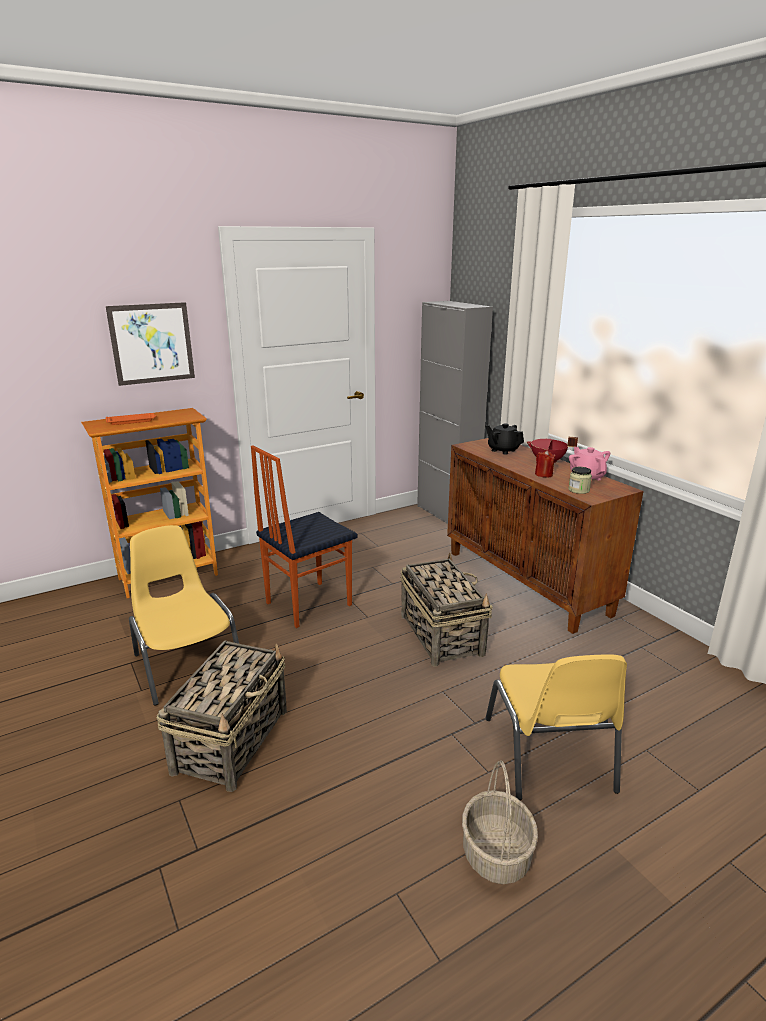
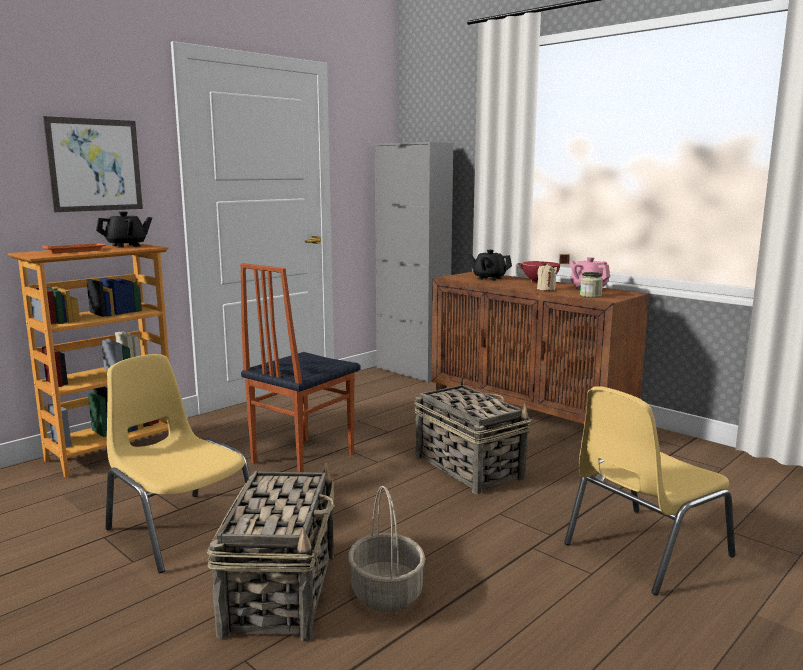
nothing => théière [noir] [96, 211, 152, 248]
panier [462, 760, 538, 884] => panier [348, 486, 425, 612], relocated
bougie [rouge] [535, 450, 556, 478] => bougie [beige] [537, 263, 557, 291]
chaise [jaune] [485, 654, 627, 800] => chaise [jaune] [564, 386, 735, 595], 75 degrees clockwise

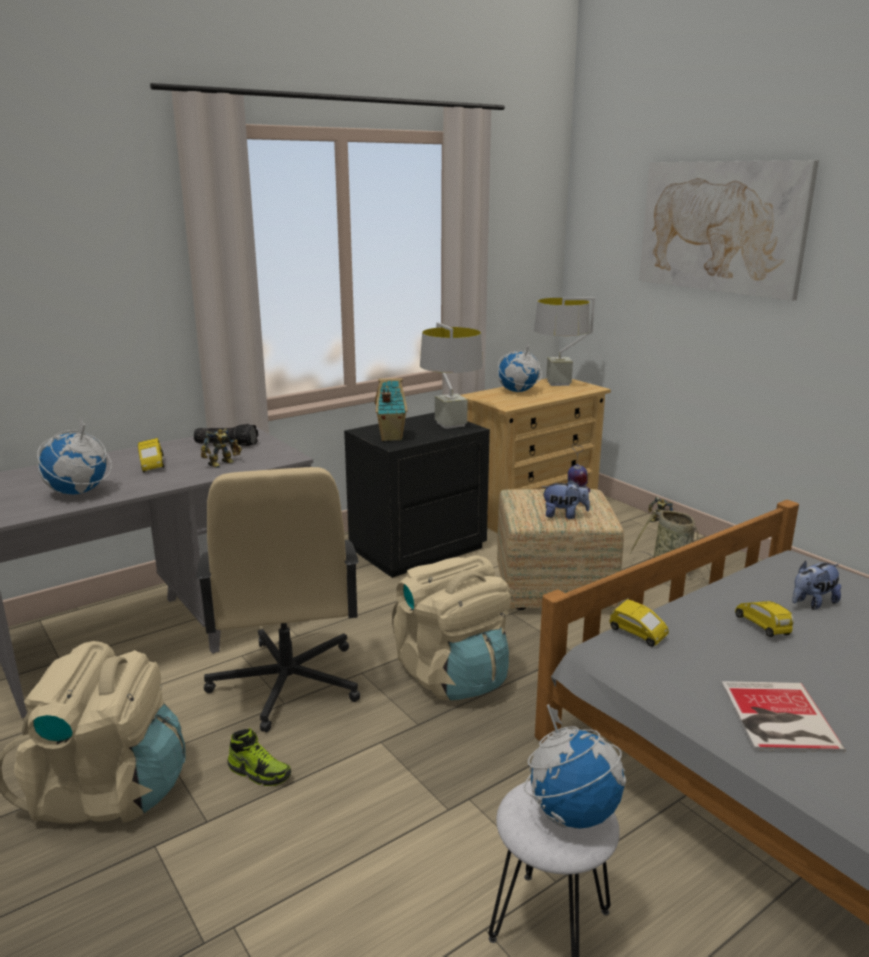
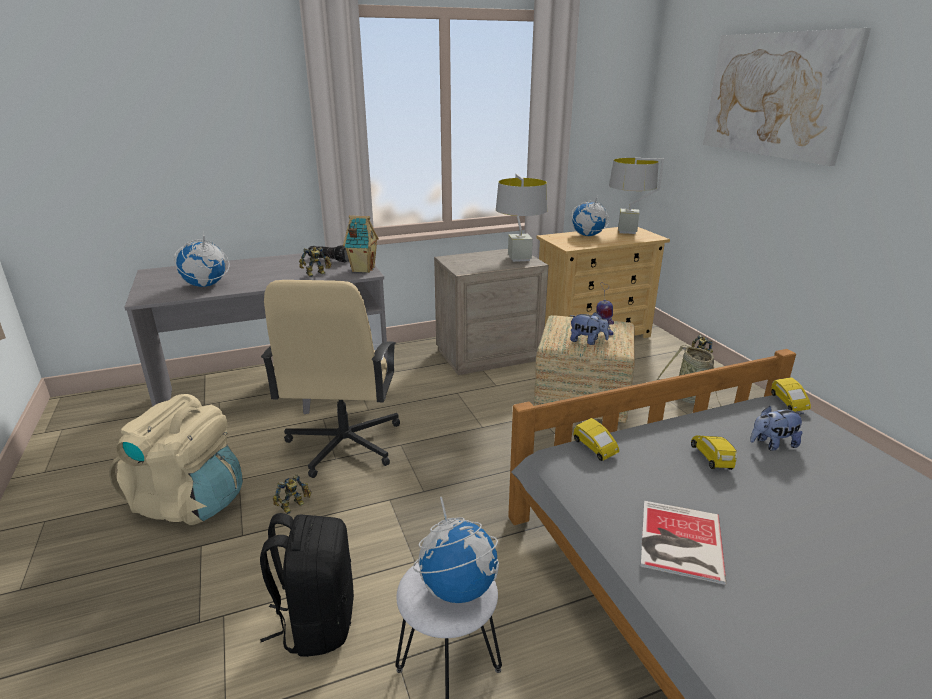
nothing => sac à dos [noir] [260, 513, 354, 657]
chaussure [228, 728, 291, 786] => robot jouet [273, 474, 312, 514]
maison miniature [375, 378, 407, 441] => maison miniature [343, 215, 379, 273], relocated
table de chevet [noir] [344, 412, 490, 578] => table de chevet [beige] [434, 249, 549, 375]
petite voiture [jaune] [138, 438, 164, 472] => petite voiture [jaune] [771, 377, 811, 412], relocated
sac à dos [beige] [392, 555, 511, 700] => nothing

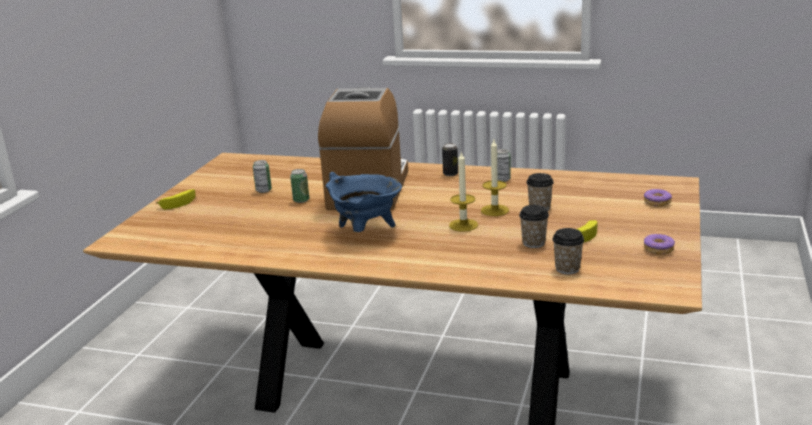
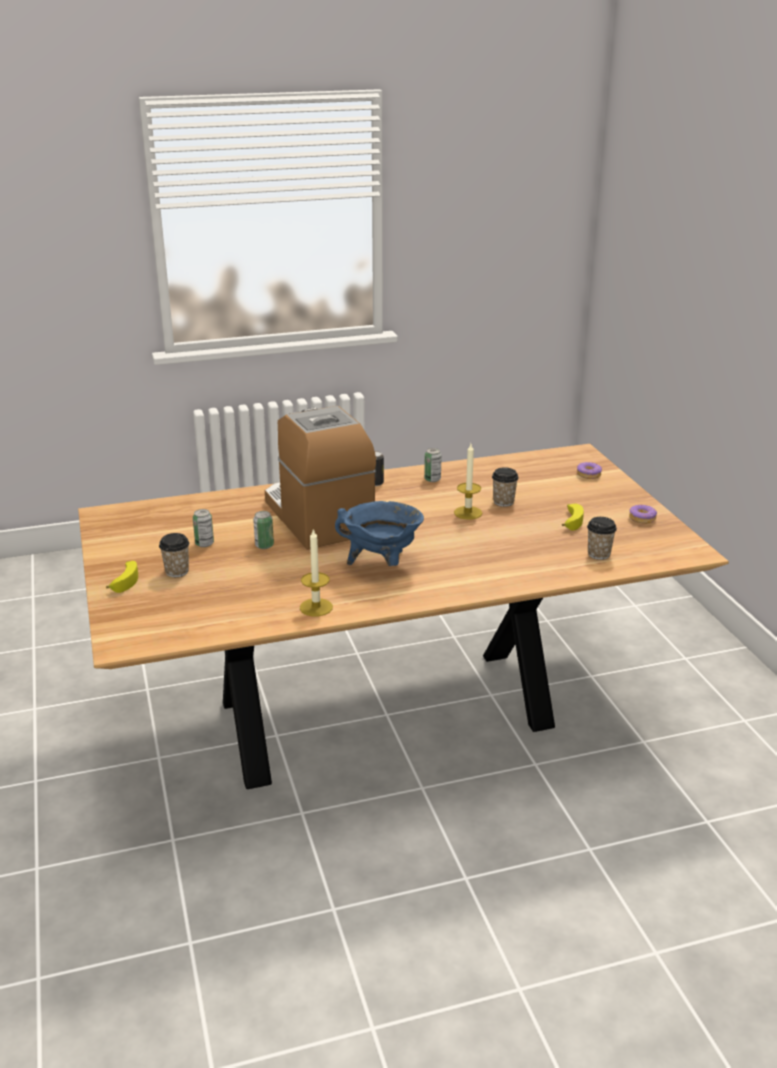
tasse [519, 205, 549, 248] => tasse [159, 533, 189, 577], relocated
bougie [449, 151, 478, 232] => bougie [300, 528, 333, 617], relocated

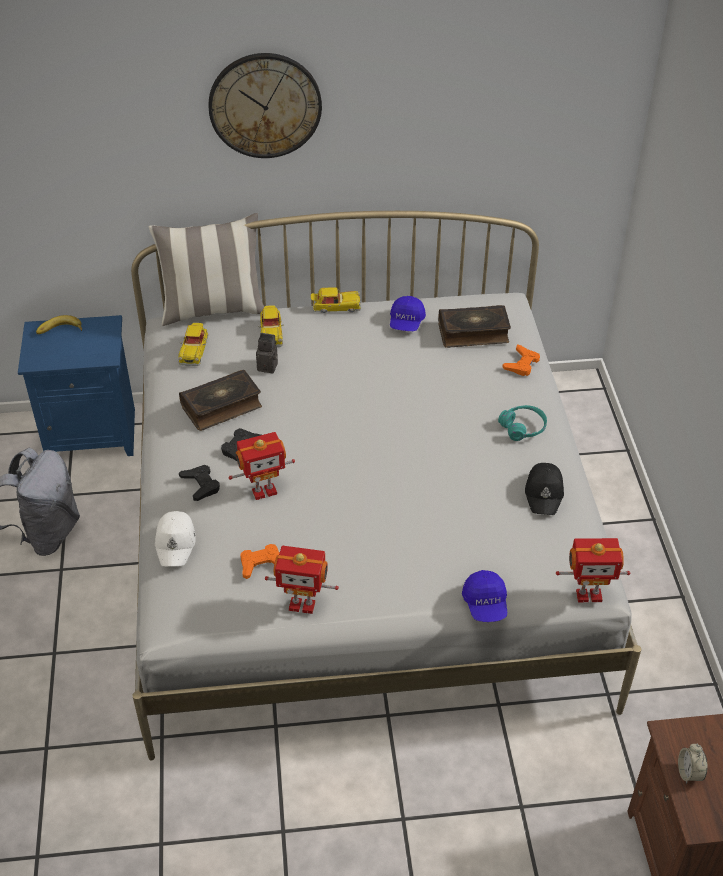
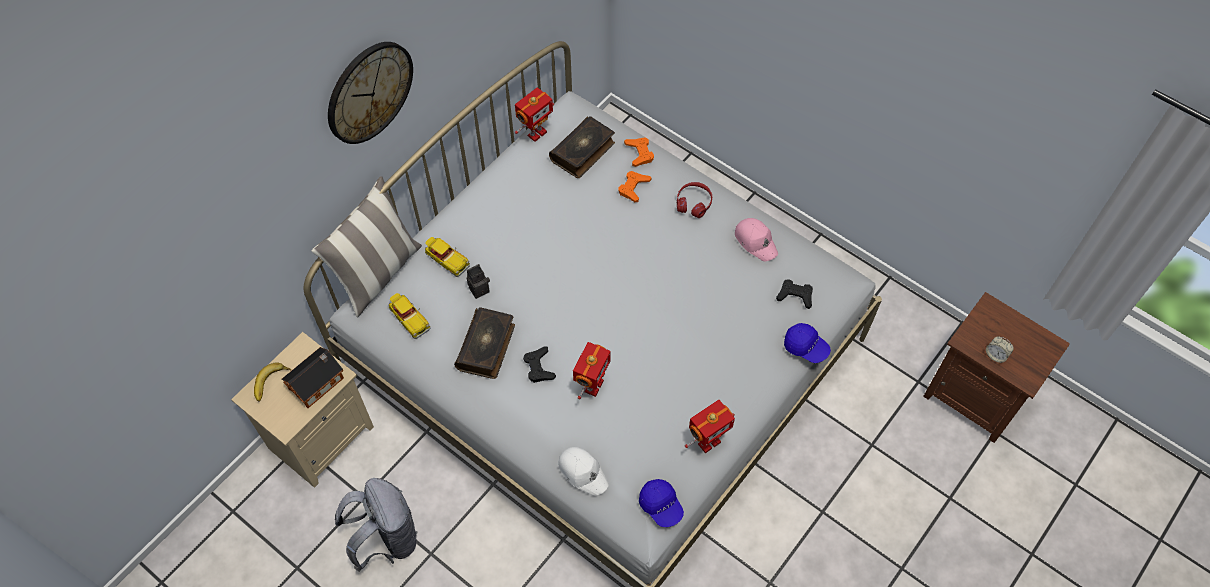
table de chevet [bleu] [18, 315, 135, 456] => table de chevet [beige] [231, 332, 374, 488]
nothing => maison miniature [281, 347, 344, 408]
robot jouet [556, 538, 631, 602] => robot jouet [515, 87, 554, 142], relocated
manette [orange] [240, 544, 279, 579] => manette [orange] [618, 171, 651, 202], relocated
casquette [bleu] [390, 296, 426, 331] => casquette [bleu] [639, 479, 684, 527], relocated
casque audio [turquoise] [498, 405, 547, 441] => casque audio [rouge] [677, 182, 712, 218]
casquette [noir] [525, 463, 564, 515] => casquette [rose] [735, 218, 778, 261]
manette [noir] [179, 465, 220, 501] => manette [noir] [776, 279, 813, 309], relocated
petite voiture [311, 287, 361, 313] => nothing

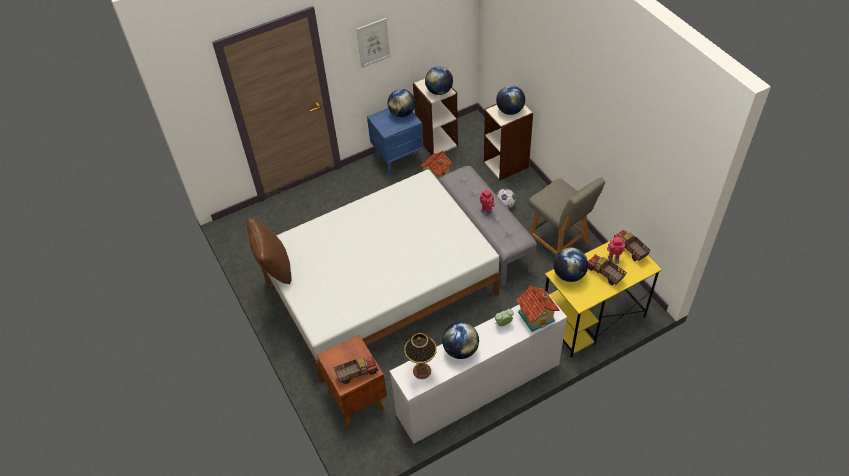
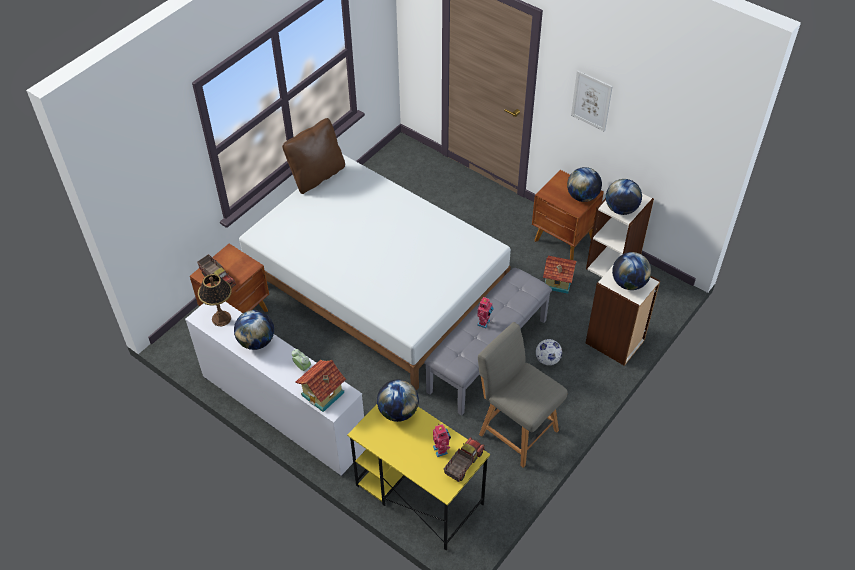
chaise [gris] [528, 178, 605, 255] => chaise [gris] [478, 322, 568, 468], 105 degrees clockwise
table de chevet [bleu] [367, 108, 424, 176] => table de chevet [marron] [532, 170, 604, 260]
camion jouet [588, 254, 627, 285] => nothing

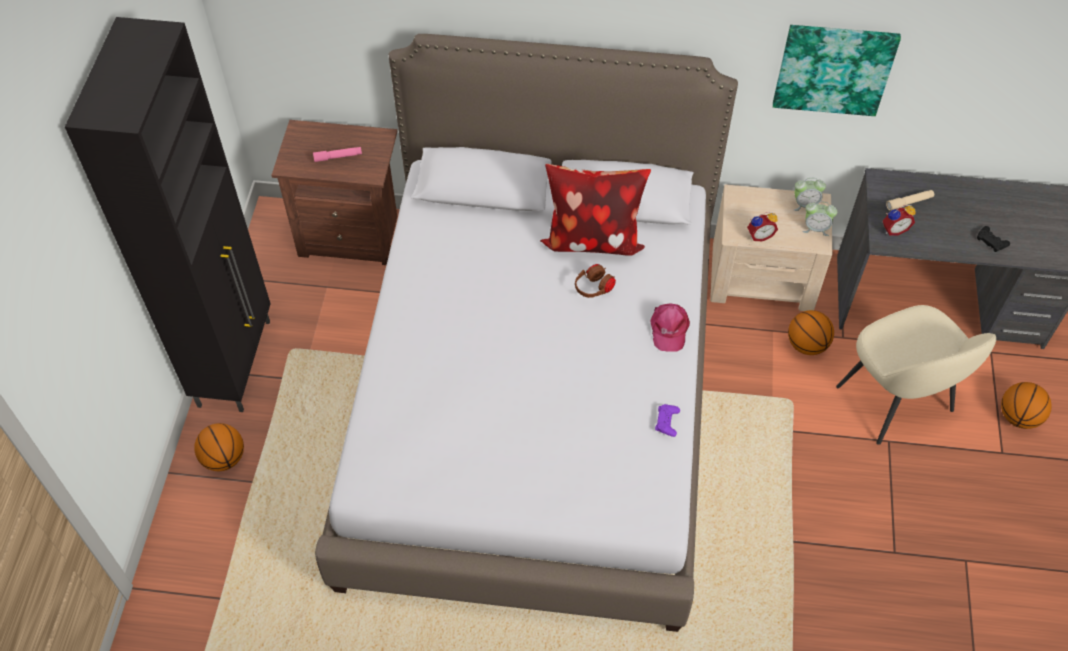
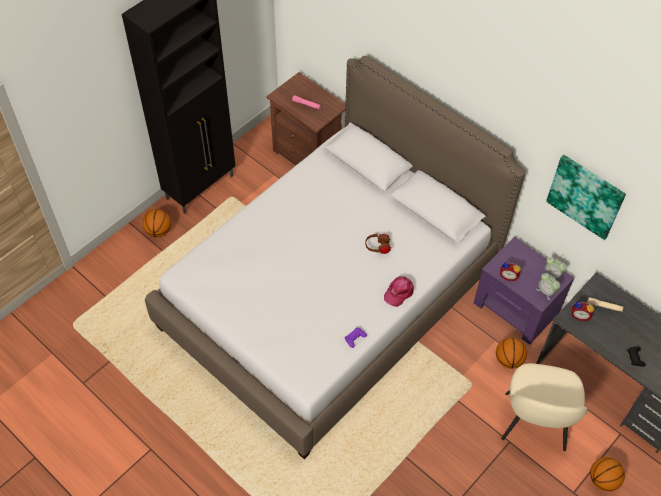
table de chevet [beige] [710, 184, 833, 311] => table de chevet [violet] [474, 237, 574, 344]
coussin [540, 164, 651, 256] => nothing

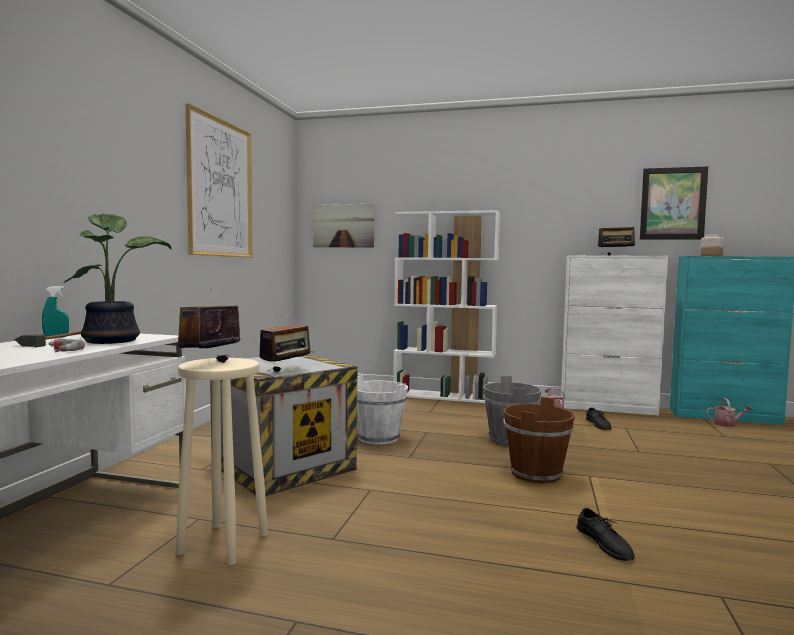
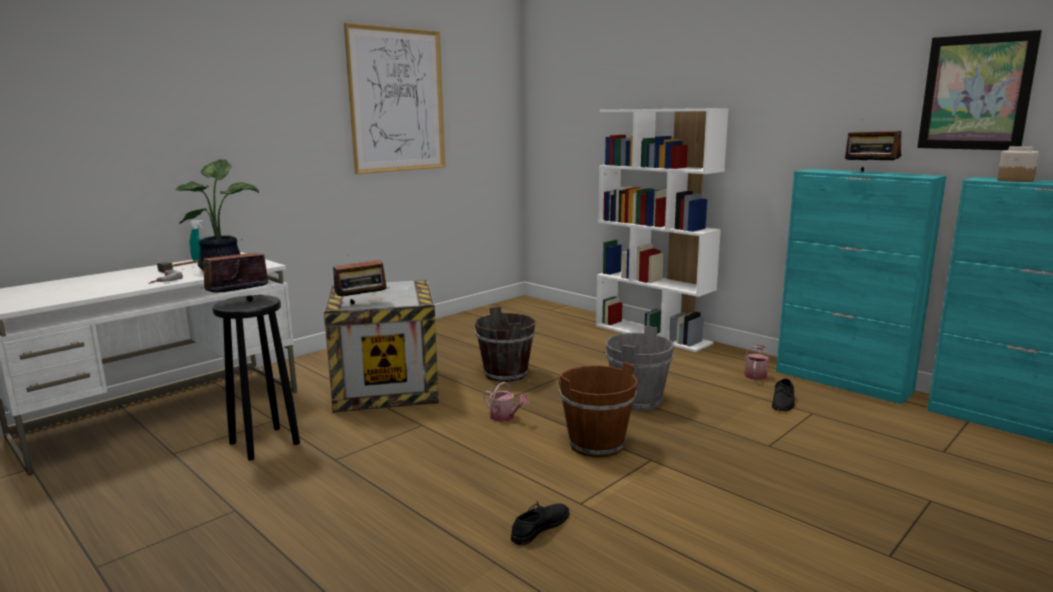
tabouret [beige] [176, 358, 268, 565] => tabouret [noir] [212, 295, 300, 461]
seau [blanc] [357, 375, 408, 445] => seau [marron] [475, 307, 535, 382]
arrosoir [706, 398, 752, 427] => arrosoir [483, 382, 530, 422], relocated
chaussure [noir] [577, 508, 635, 561] => chaussure [noir] [511, 501, 570, 545], 150 degrees counterclockwise
meuble de rangement [blanc] [561, 255, 668, 415] => meuble de rangement [turquoise] [776, 169, 946, 404]
tableau [313, 204, 375, 248] => nothing

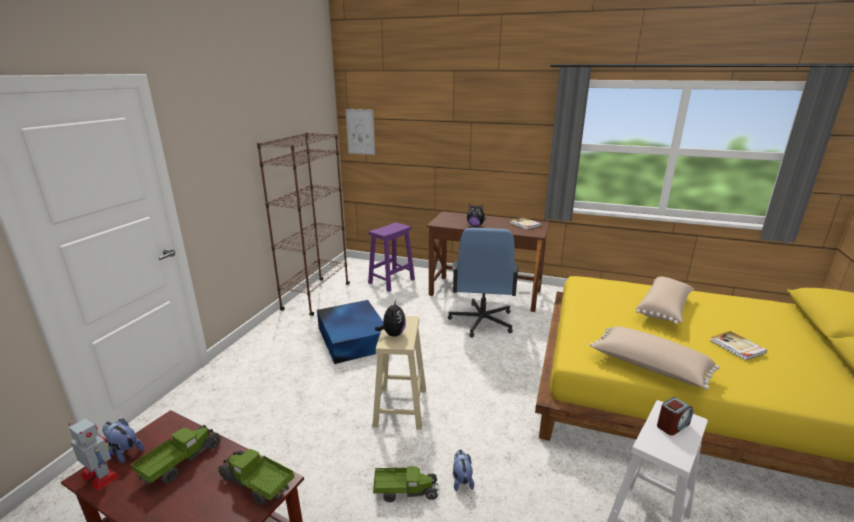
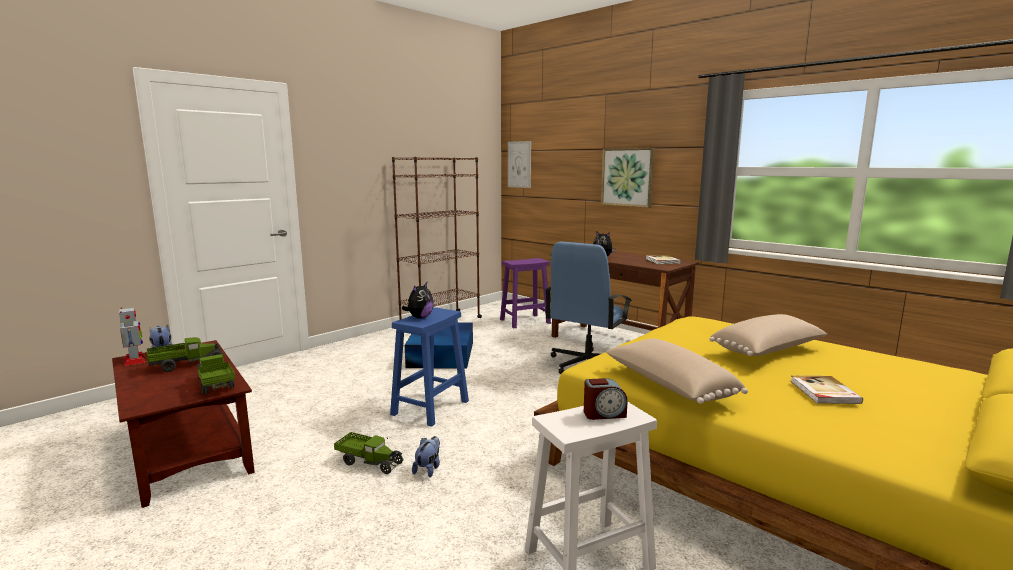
tabouret [beige] [373, 316, 426, 430] => tabouret [bleu] [390, 307, 469, 427]
nothing => tableau [601, 148, 655, 208]

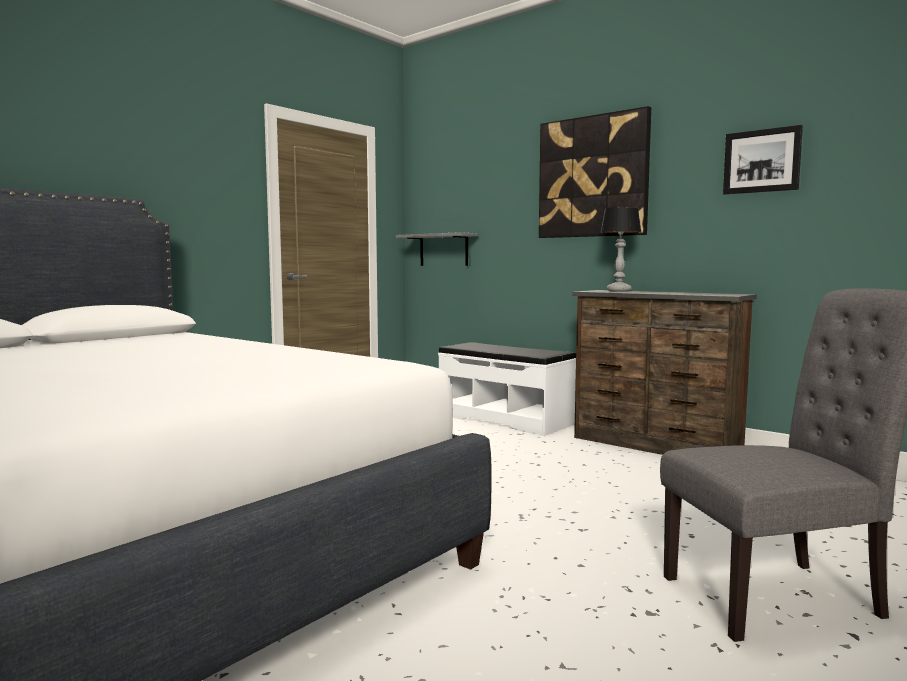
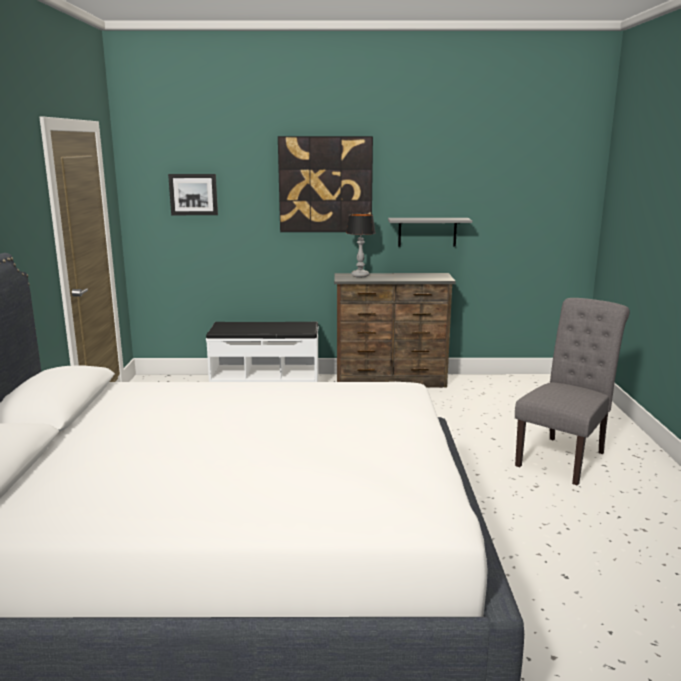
tableau [723, 125, 803, 195] => tableau [168, 174, 218, 215], relocated
étagère [gris] [396, 232, 477, 266] => étagère [gris] [388, 218, 472, 247], relocated

